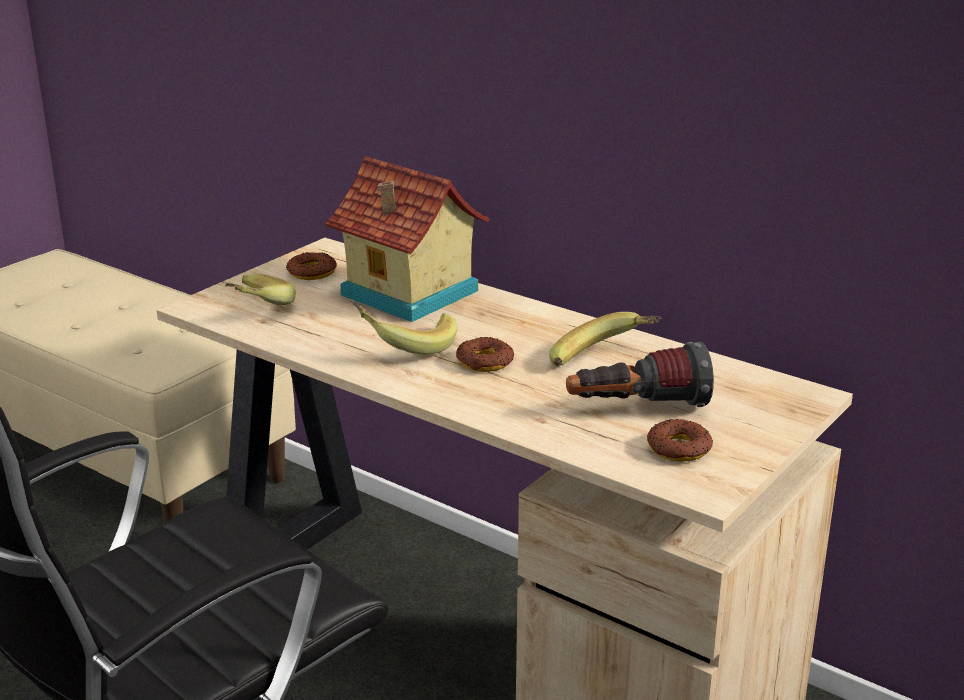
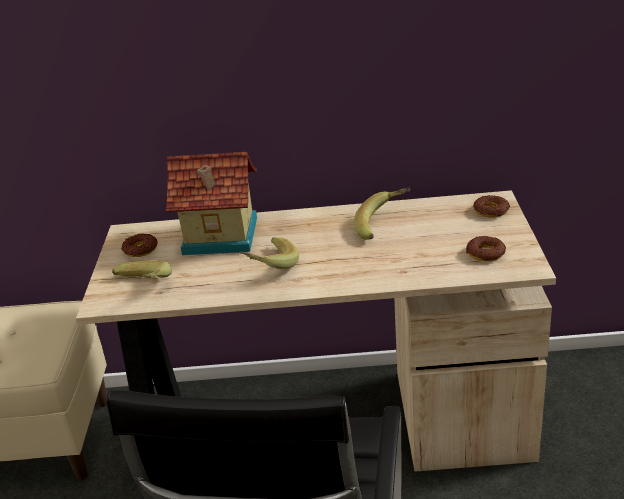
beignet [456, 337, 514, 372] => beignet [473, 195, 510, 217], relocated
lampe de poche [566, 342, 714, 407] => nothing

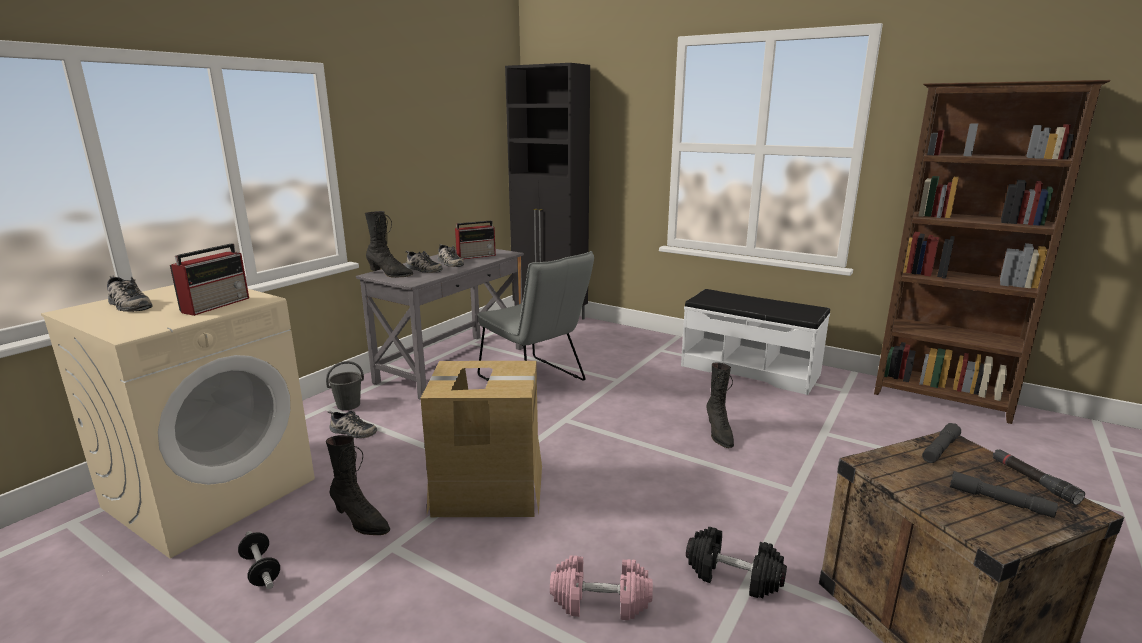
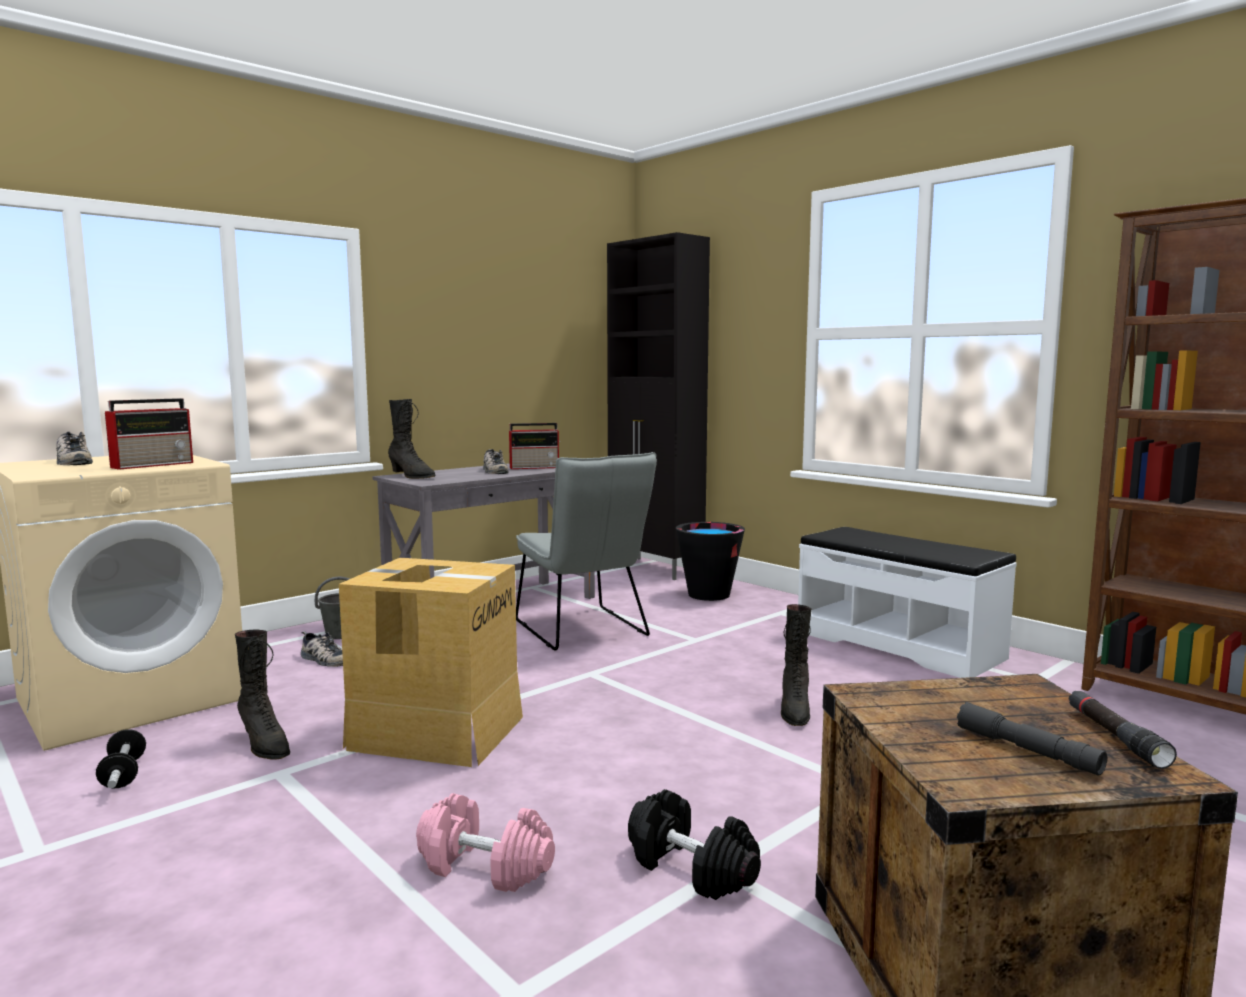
nothing => seau [noir] [676, 522, 745, 601]
chaussure [405, 251, 443, 273] => nothing
lampe de poche [gris] [922, 423, 961, 463] => nothing

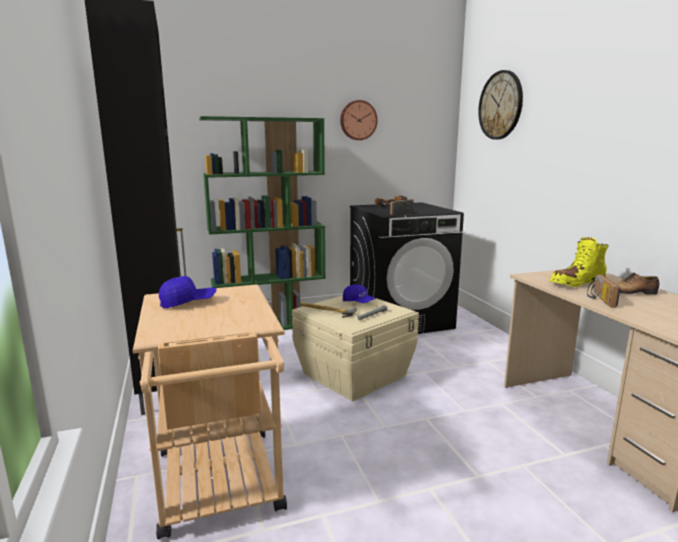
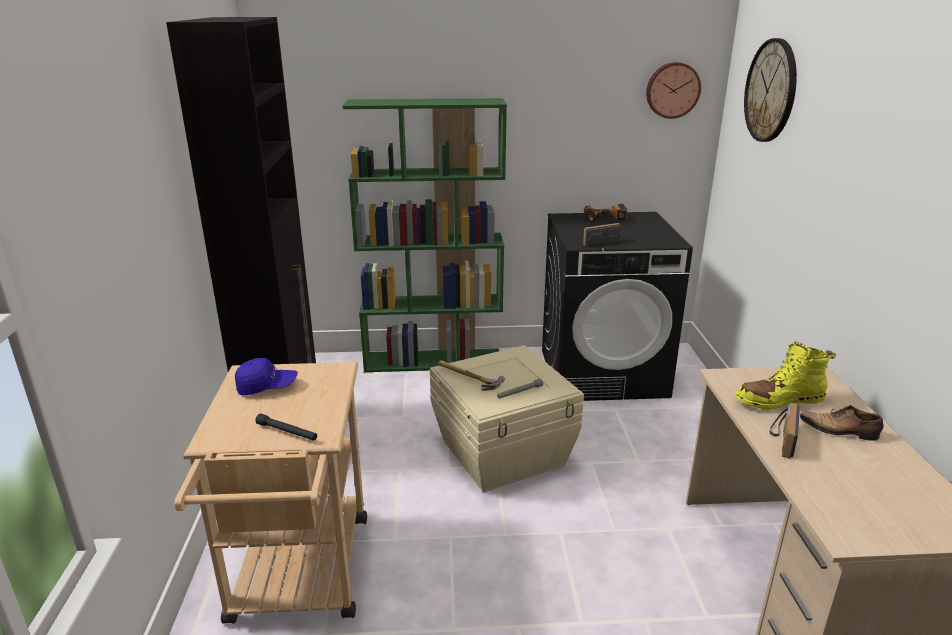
nothing => lampe de poche [noir] [255, 414, 317, 441]
horloge murale [340, 100, 378, 140] => horloge murale [646, 62, 701, 119], relocated
casquette [bleu] [343, 285, 376, 303] => nothing

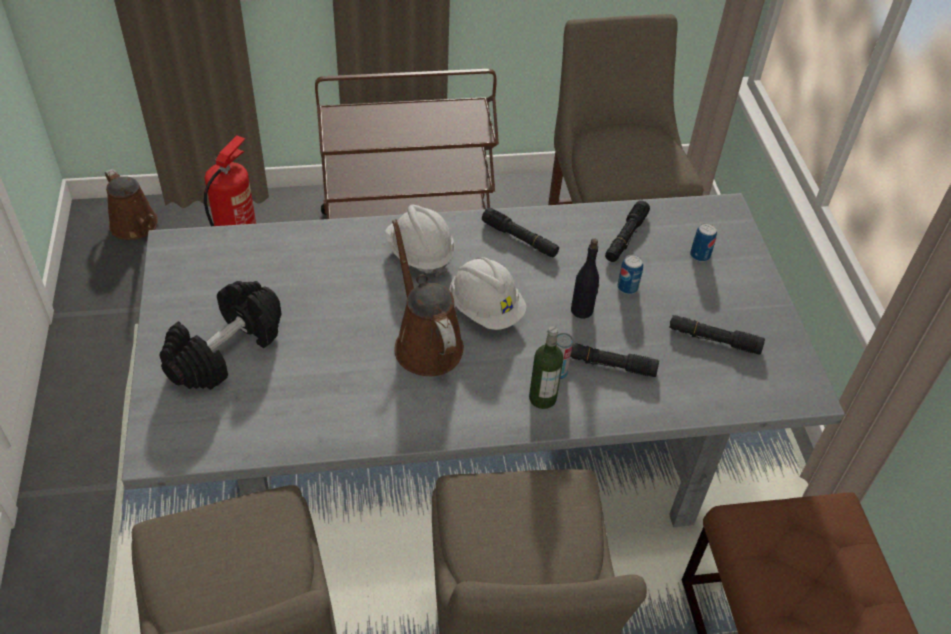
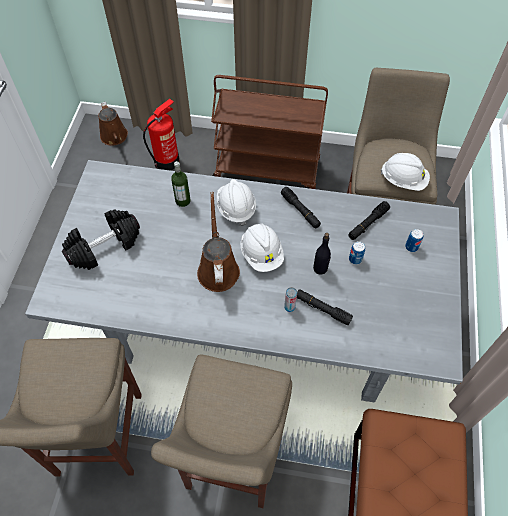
bouteille [529, 326, 564, 409] => bouteille [171, 161, 191, 207], relocated
nothing => casque de chantier [blanc] [381, 153, 430, 191]
lampe de poche [noir] [669, 315, 765, 355] => nothing

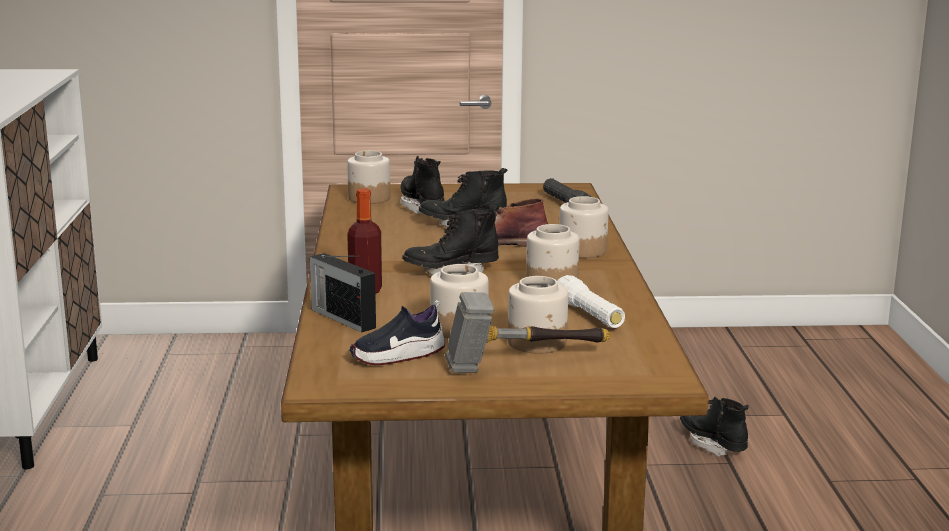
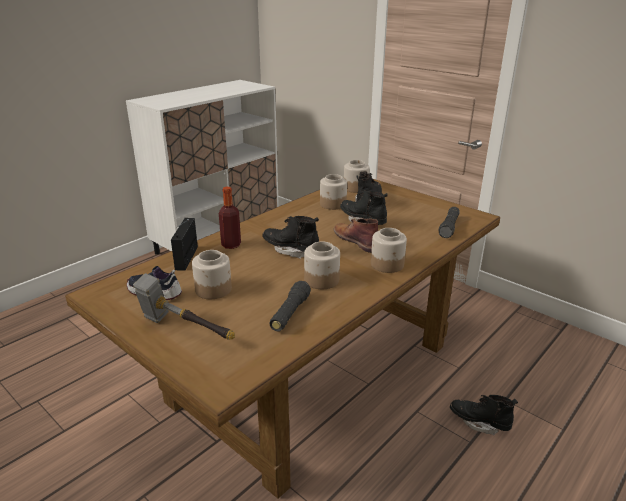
lampe de poche [blanc] [557, 275, 625, 328] => lampe de poche [noir] [269, 281, 311, 331]
bocal [508, 276, 568, 354] => bocal [320, 174, 347, 210], relocated
botte [noir] [680, 397, 749, 456] => botte [noir] [450, 395, 518, 435], 75 degrees counterclockwise

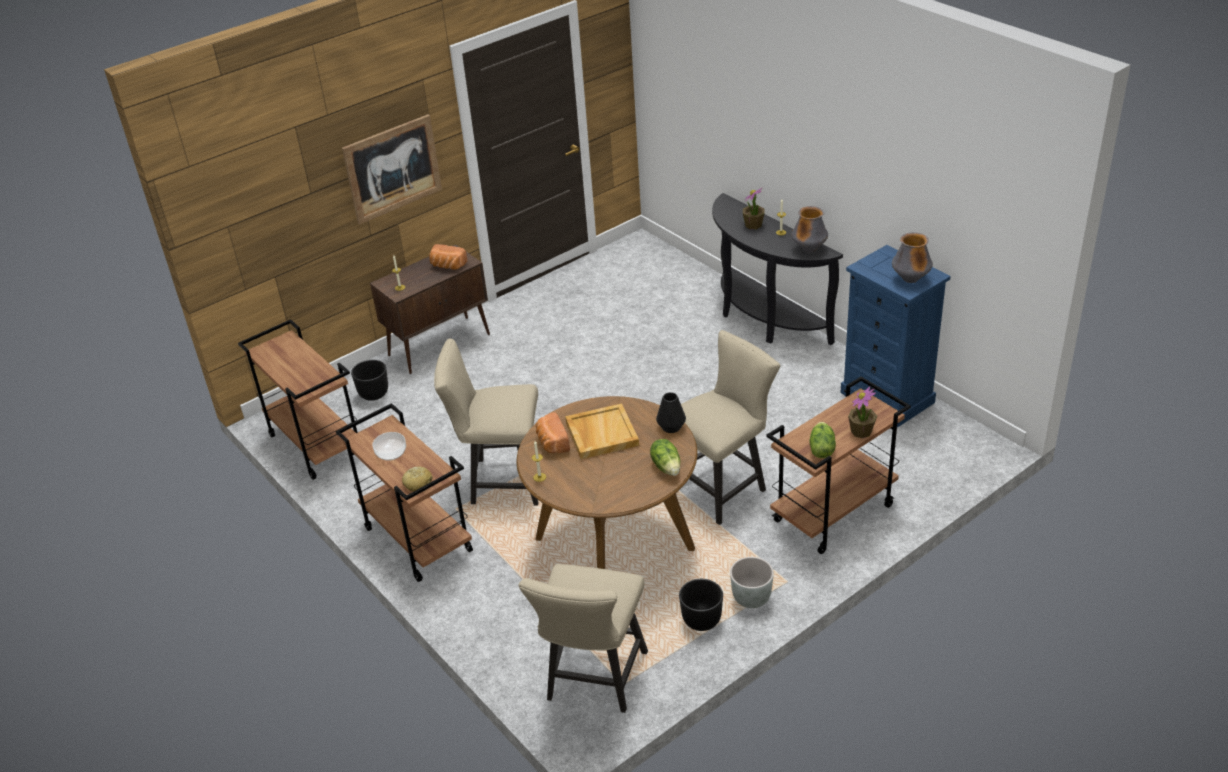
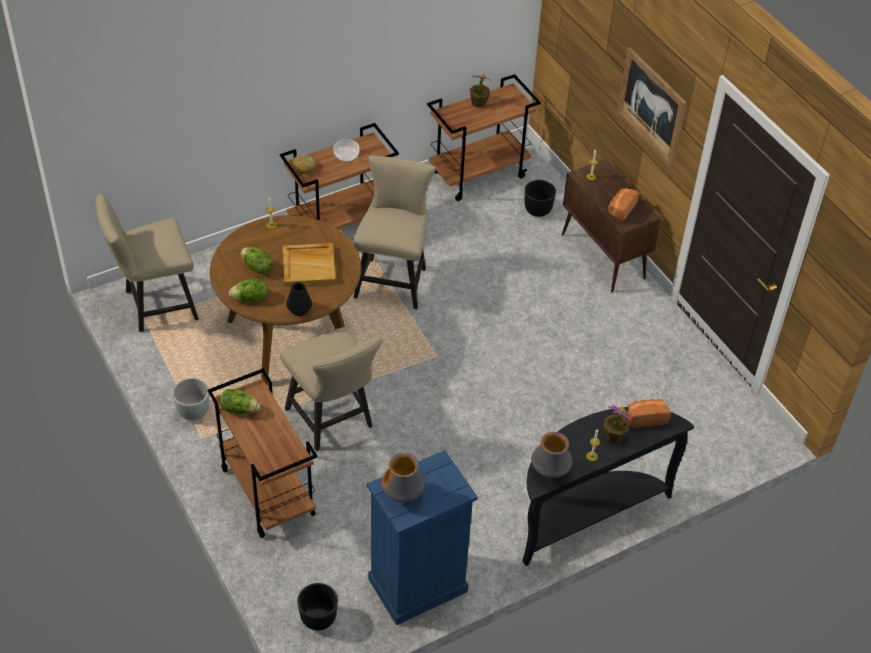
chaise [beige] [519, 564, 648, 713] => chaise [beige] [96, 194, 199, 332], 45 degrees counterclockwise
nothing => laitue [241, 247, 273, 274]
cache-pot [noir] [679, 579, 723, 631] => cache-pot [noir] [297, 583, 338, 631], relocated
plante en pot [848, 387, 877, 438] => plante en pot [469, 74, 491, 108], relocated
pain [536, 412, 570, 453] => pain [627, 399, 671, 428], relocated

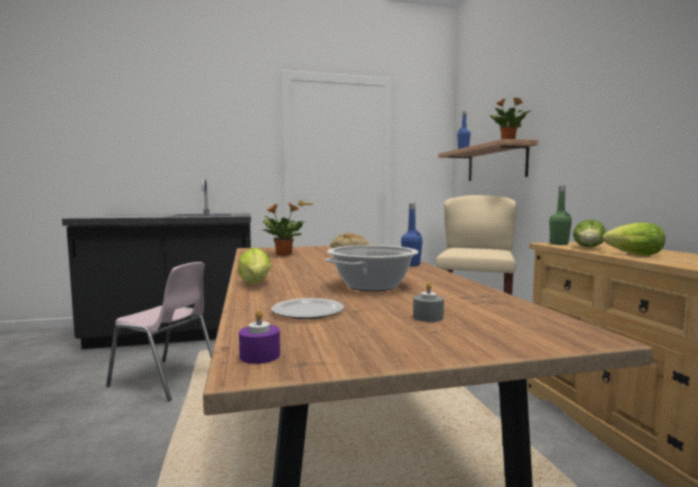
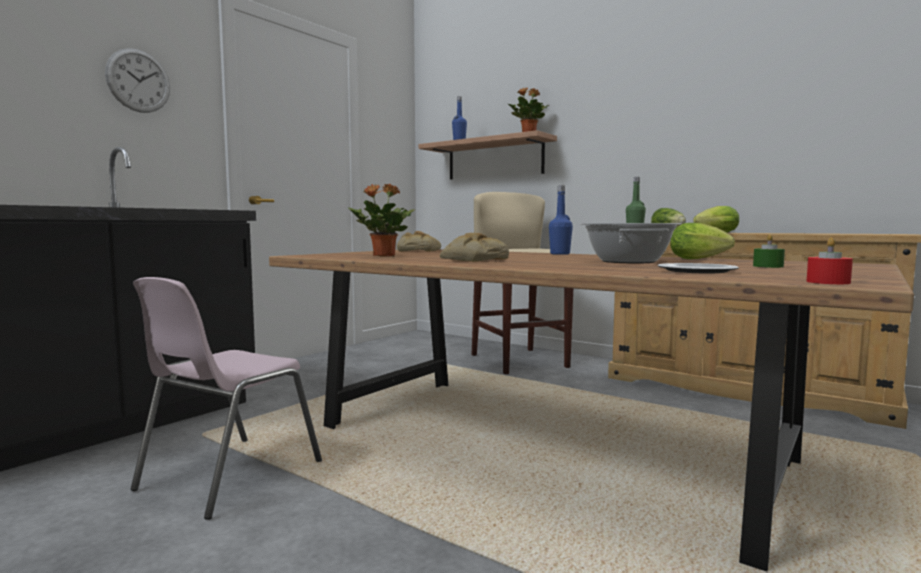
nothing => horloge murale [105, 48, 170, 113]
chaise [rose] [106, 262, 213, 401] => chaise [rose] [131, 277, 322, 520], 135 degrees clockwise
nothing => pain [440, 233, 509, 262]
laitue [238, 248, 272, 284] => laitue [670, 223, 735, 259], relocated
bougie [gris] [413, 282, 444, 322] => bougie [vert] [753, 234, 785, 268]
bougie [violet] [239, 309, 280, 364] => bougie [rouge] [806, 238, 853, 284]

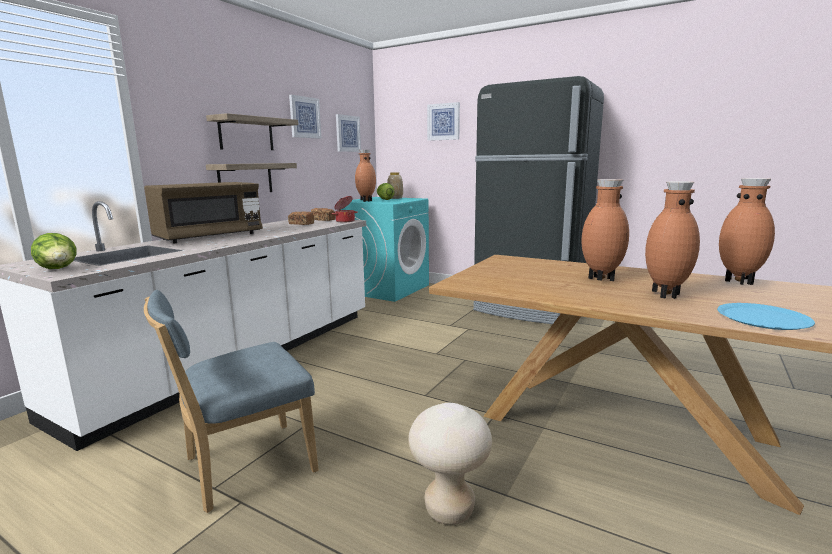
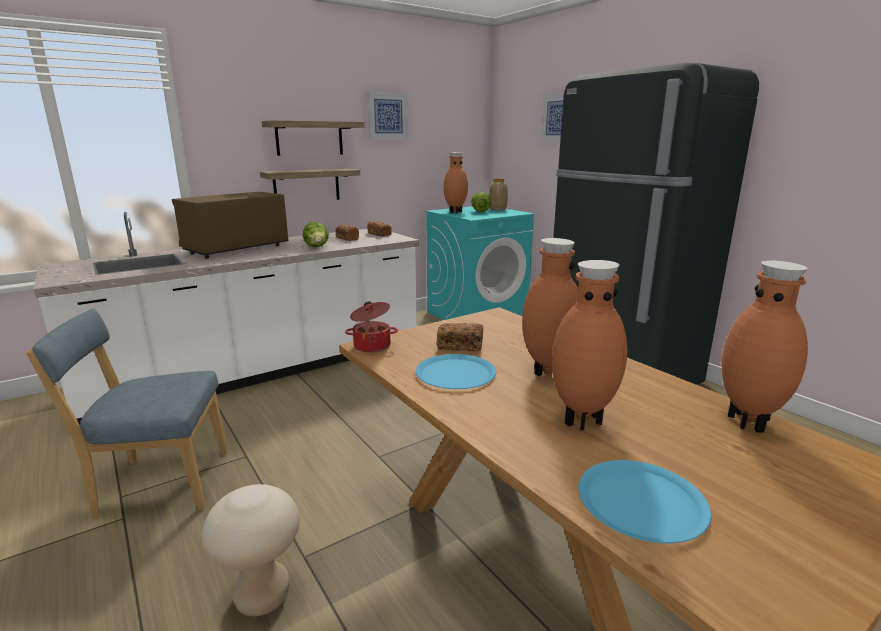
micro-ondes [marron] [144, 182, 263, 243] => micro-ondes [marron] [172, 192, 288, 259], 150 degrees clockwise
laitue [31, 233, 77, 269] => laitue [303, 222, 329, 247], relocated
marmite [332, 196, 358, 223] => marmite [345, 302, 398, 353], relocated
nothing => assiette [bleu] [416, 354, 496, 389]
nothing => pain [437, 323, 483, 351]
tableau [336, 114, 361, 152] => nothing

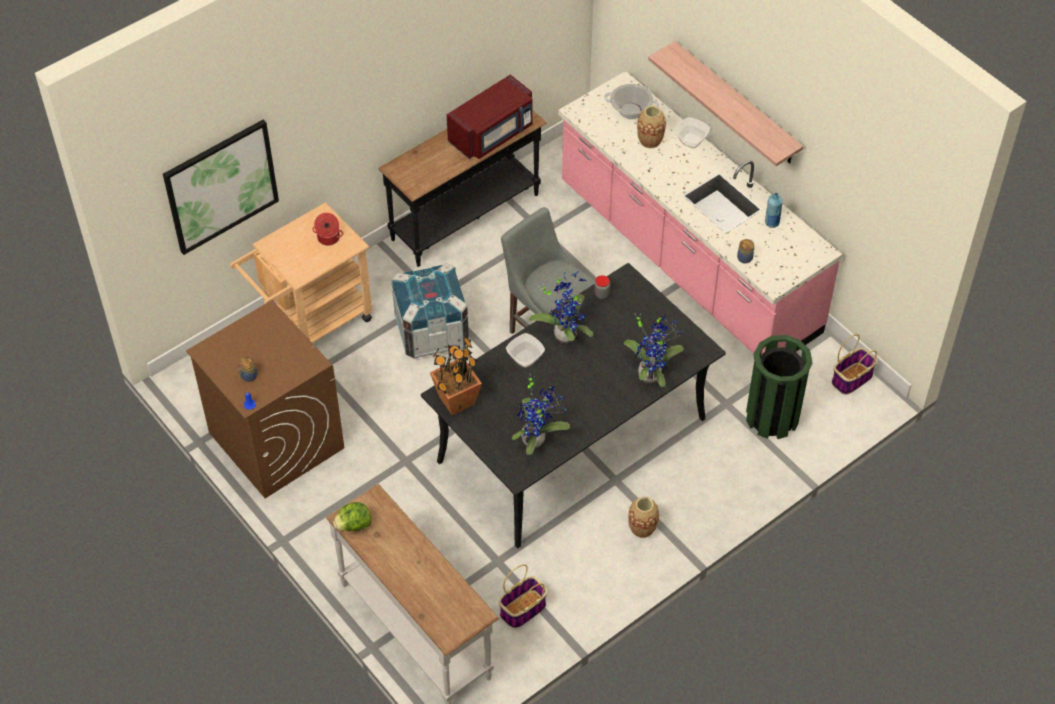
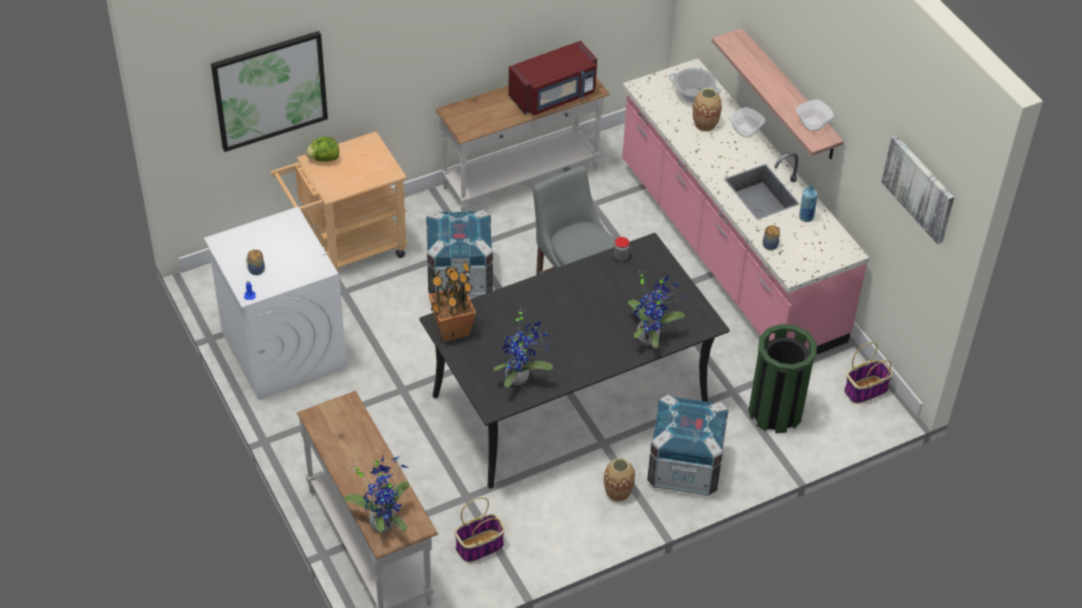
lave-linge [marron] [186, 300, 344, 498] => lave-linge [blanc] [204, 207, 347, 400]
laitue [333, 502, 372, 531] => laitue [306, 137, 339, 162], relocated
plante en pot [529, 271, 593, 343] => plante en pot [344, 455, 410, 533], relocated
table console [noir] [379, 111, 547, 267] => table console [blanc] [436, 77, 610, 212]
nothing => caisse [647, 394, 729, 496]
bol [506, 333, 545, 368] => bol [796, 99, 834, 131], relocated
nothing => tableau [882, 135, 954, 244]
marmite [312, 213, 343, 246] => nothing

